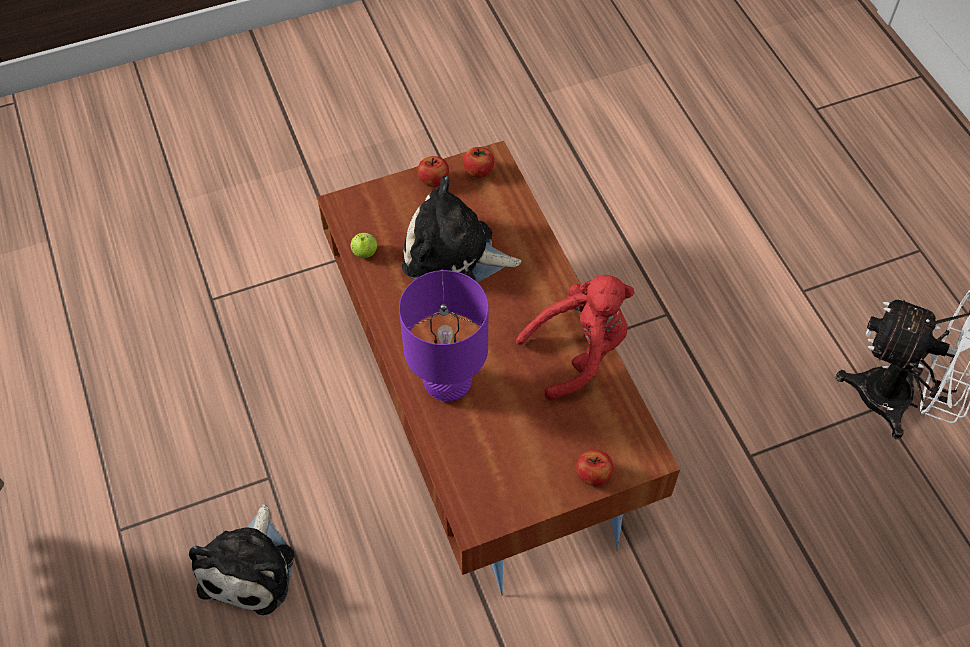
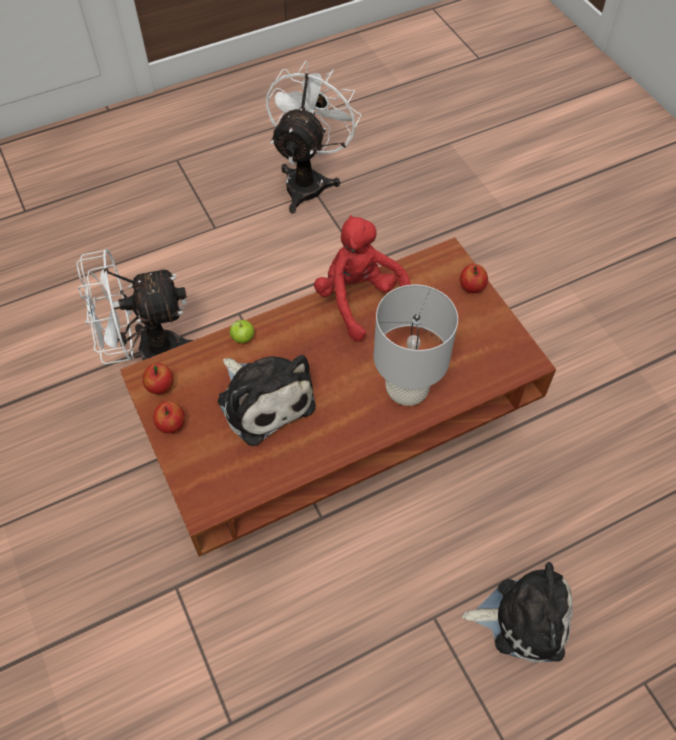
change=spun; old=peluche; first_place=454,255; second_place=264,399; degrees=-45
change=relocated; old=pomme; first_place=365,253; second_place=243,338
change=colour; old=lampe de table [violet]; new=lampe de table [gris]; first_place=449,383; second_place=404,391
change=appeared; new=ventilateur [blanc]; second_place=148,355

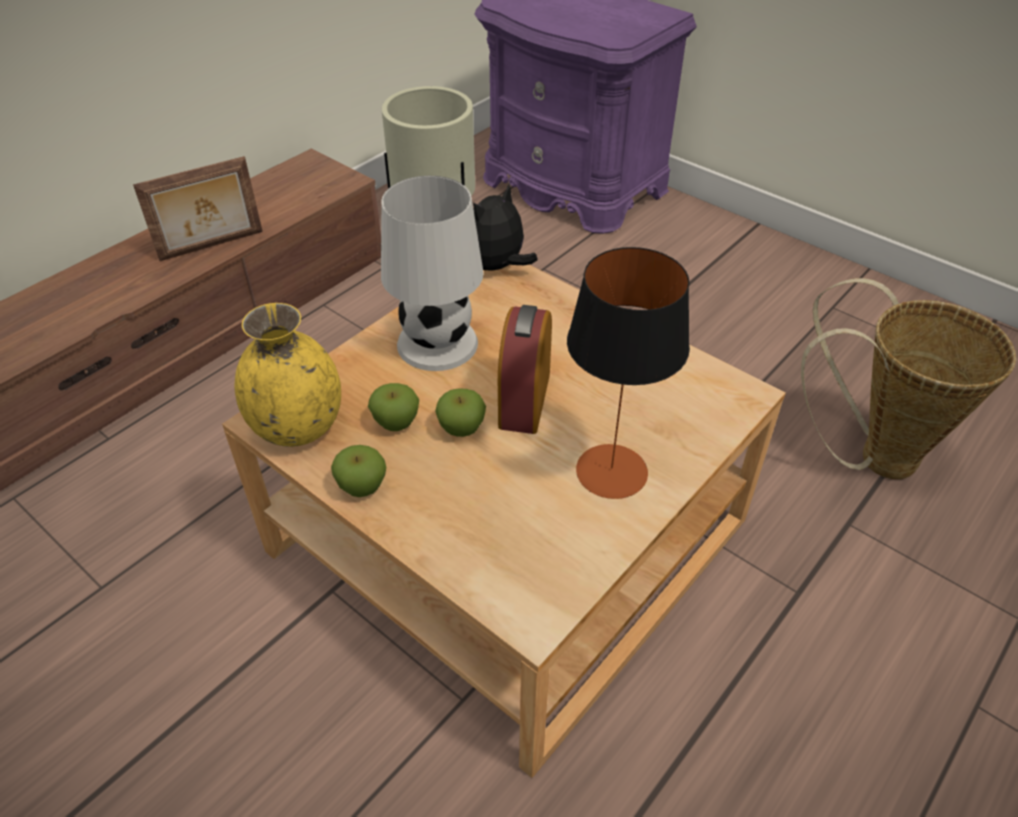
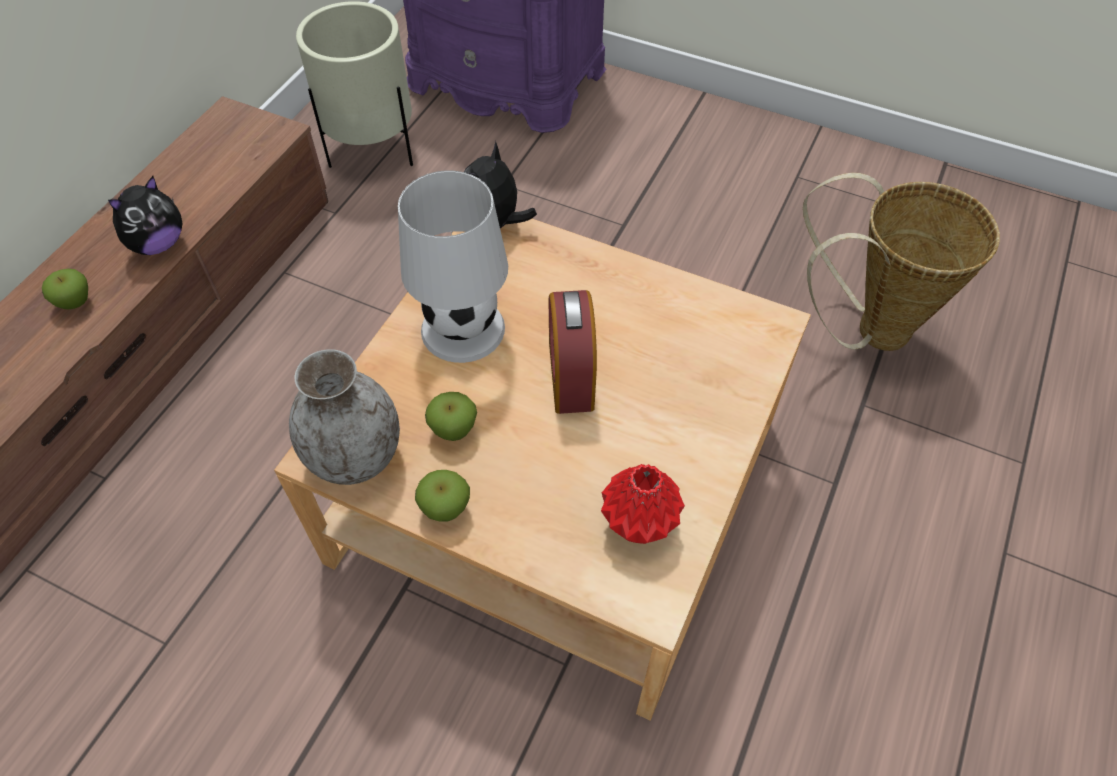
change=exchanged; old=cadre photo; new=peluche; first_place=212,246; second_place=158,244
change=missing; old=lampe de table; first_place=611,471
change=colour; old=vase [jaune]; new=vase [gris]; first_place=297,427; second_place=354,456
change=relocated; old=pomme; first_place=461,429; second_place=75,302
change=appeared; new=vase [rouge]; second_place=640,523

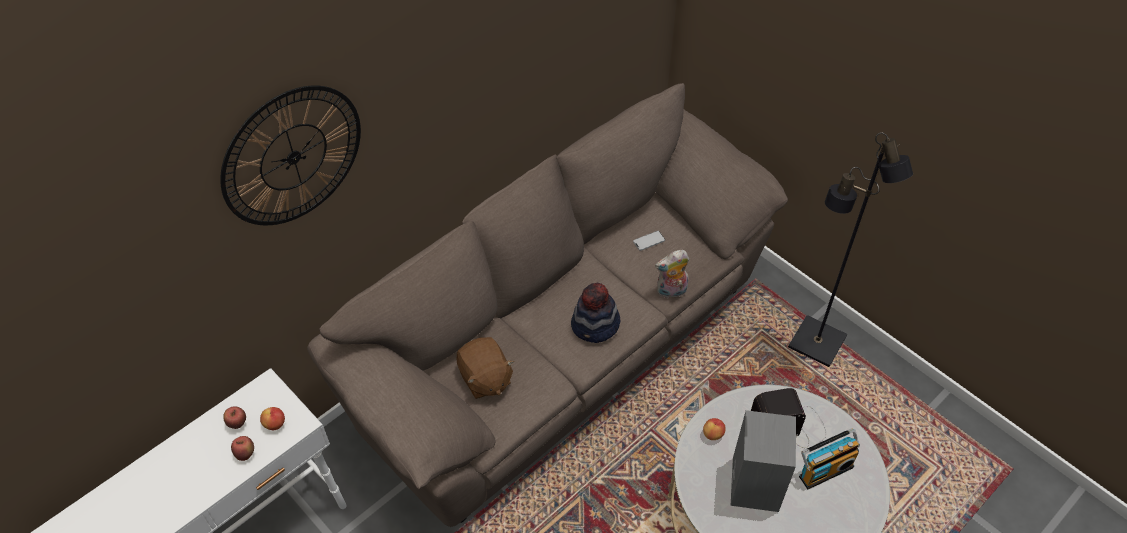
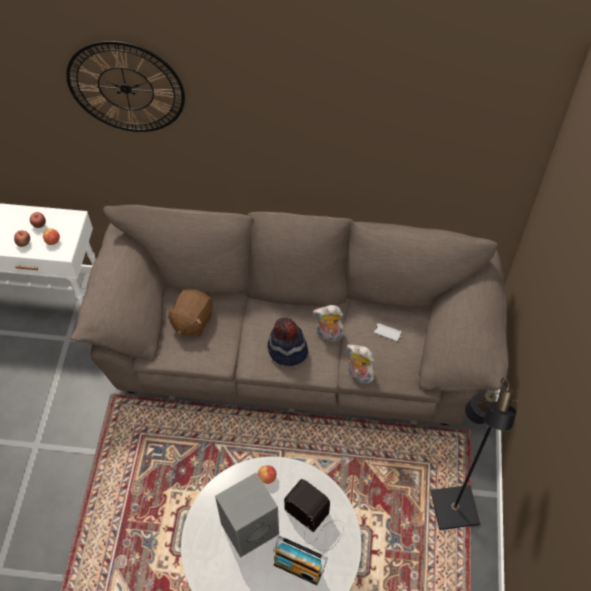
change=appeared; new=peluche; second_place=328,335

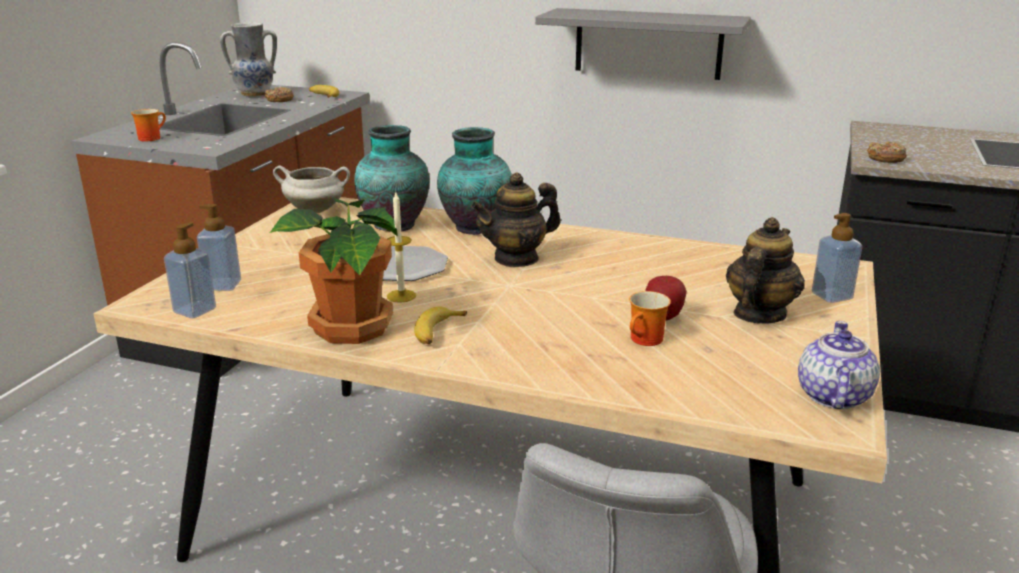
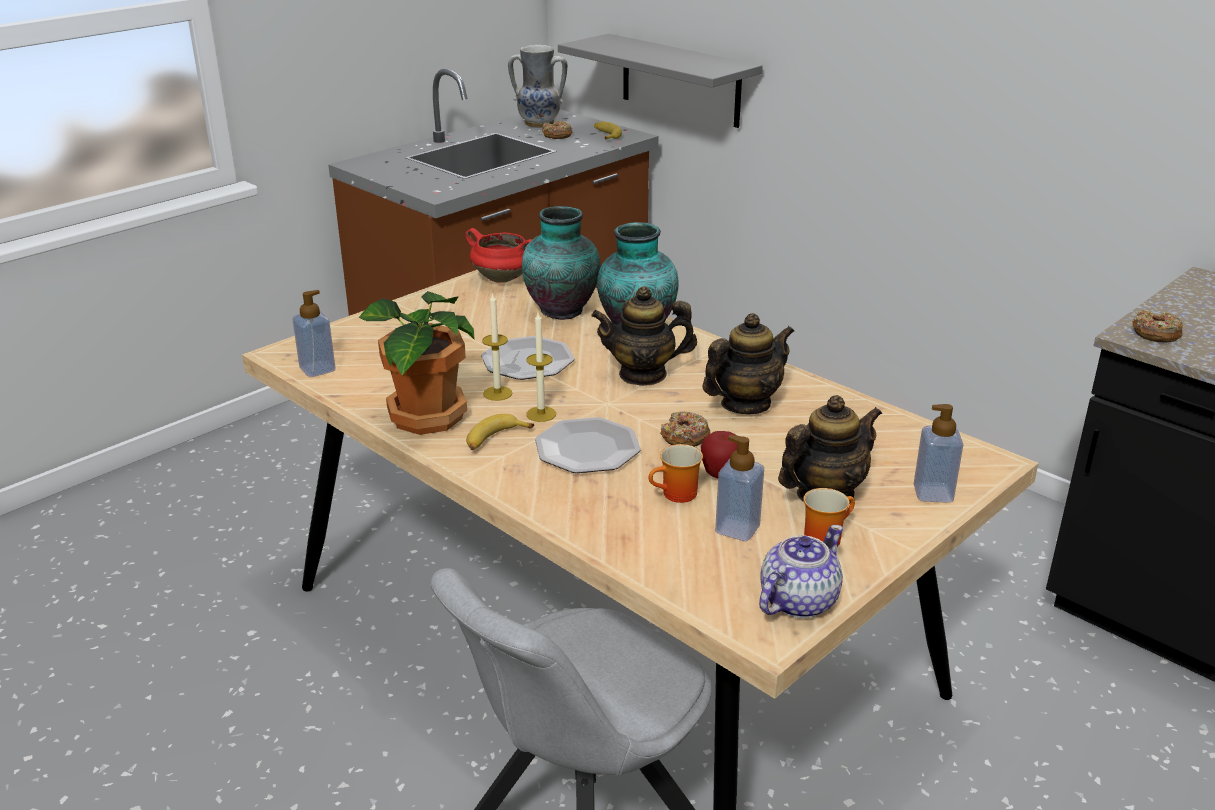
change=relocated; old=étagère [gris]; first_place=648,43; second_place=680,80
change=relocated; old=mug; first_place=150,138; second_place=823,537
change=colour; old=marmite [blanc]; new=marmite [rouge]; first_place=316,210; second_place=504,279
change=relocated; old=distributeur de savon; first_place=223,285; second_place=737,529
change=appeared; new=bougie; second_place=541,414
change=appeared; new=théière; second_place=745,404
change=appeared; new=beignet; second_place=684,437
change=appeared; new=assiette; second_place=587,448

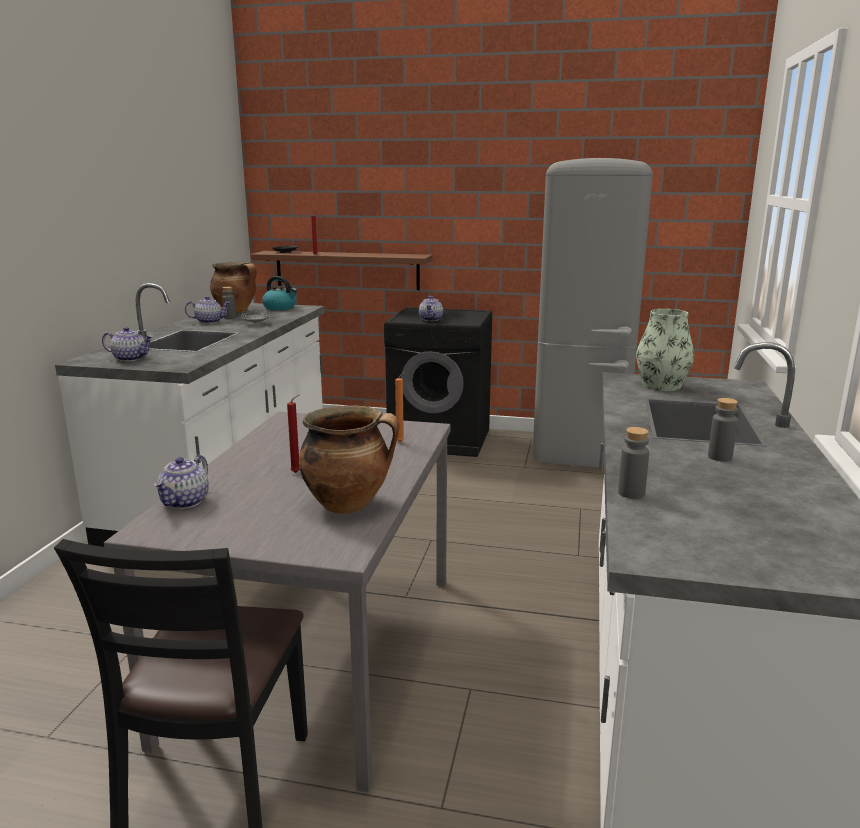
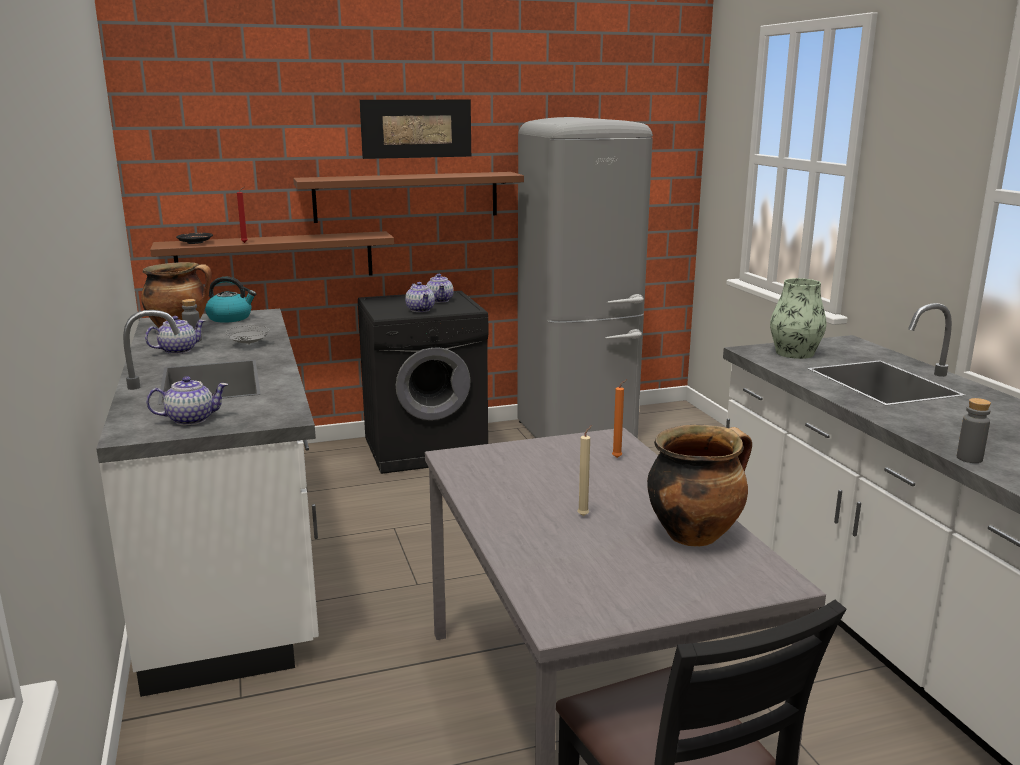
change=colour; old=bougie [rouge]; new=bougie [beige]; first_place=297,472; second_place=584,515
change=missing; old=bouteille [gris]; first_place=720,457
change=relocated; old=théière; first_place=185,502; second_place=440,300
change=appeared; new=tableau; second_place=416,128
change=appeared; new=étagère [marron]; second_place=407,196

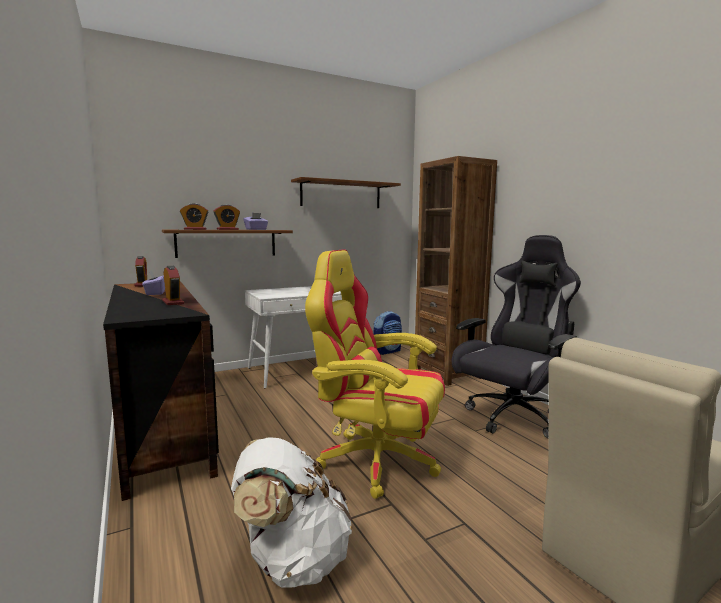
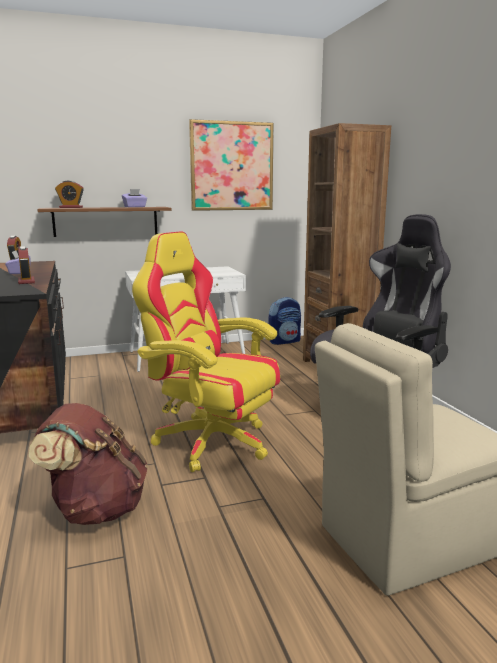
change=exchanged; old=étagère [marron]; new=tableau; first_place=341,194; second_place=232,166
change=missing; old=réveil; first_place=227,229
change=colour; old=sac à dos [blanc]; new=sac à dos [marron]; first_place=292,559; second_place=96,509

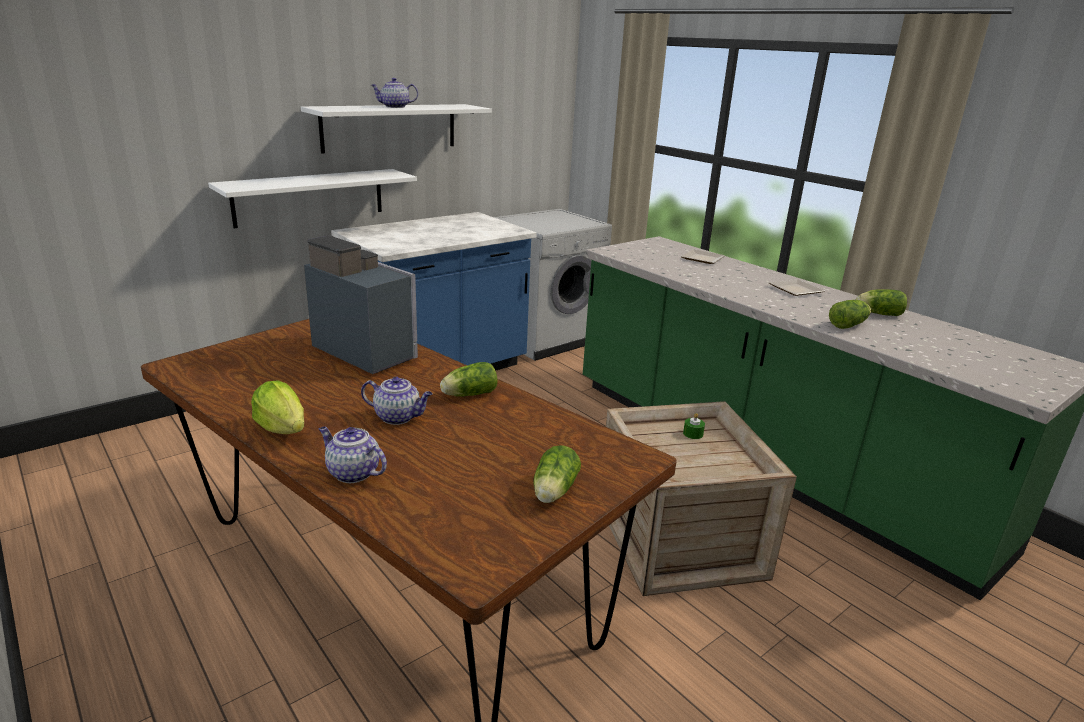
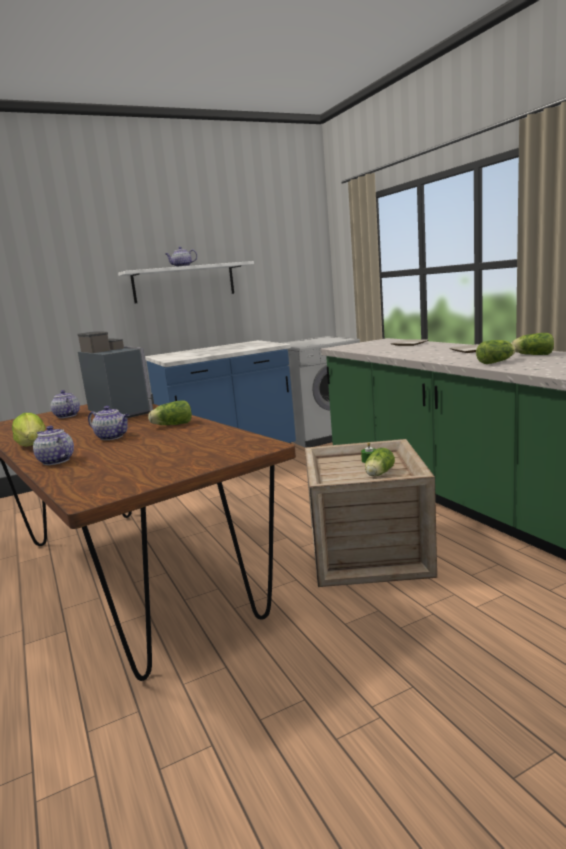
change=missing; old=étagère [blanc]; first_place=310,197
change=relocated; old=laitue; first_place=553,492; second_place=378,474
change=appeared; new=théière; second_place=66,416

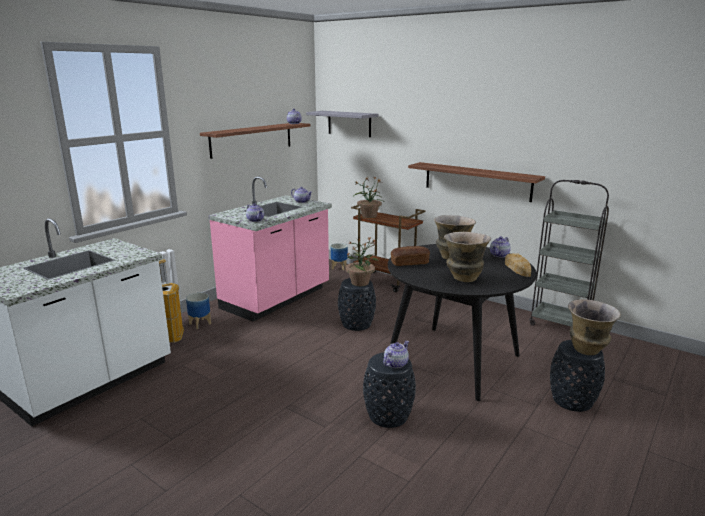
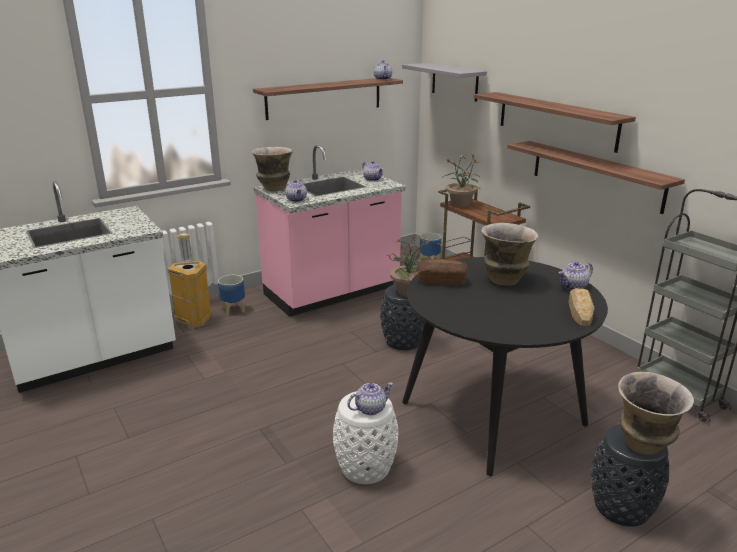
change=relocated; old=vase; first_place=463,278; second_place=274,189
change=colour; old=tabouret [noir]; new=tabouret [blanc]; first_place=388,416; second_place=365,467
change=appeared; new=étagère; second_place=556,120

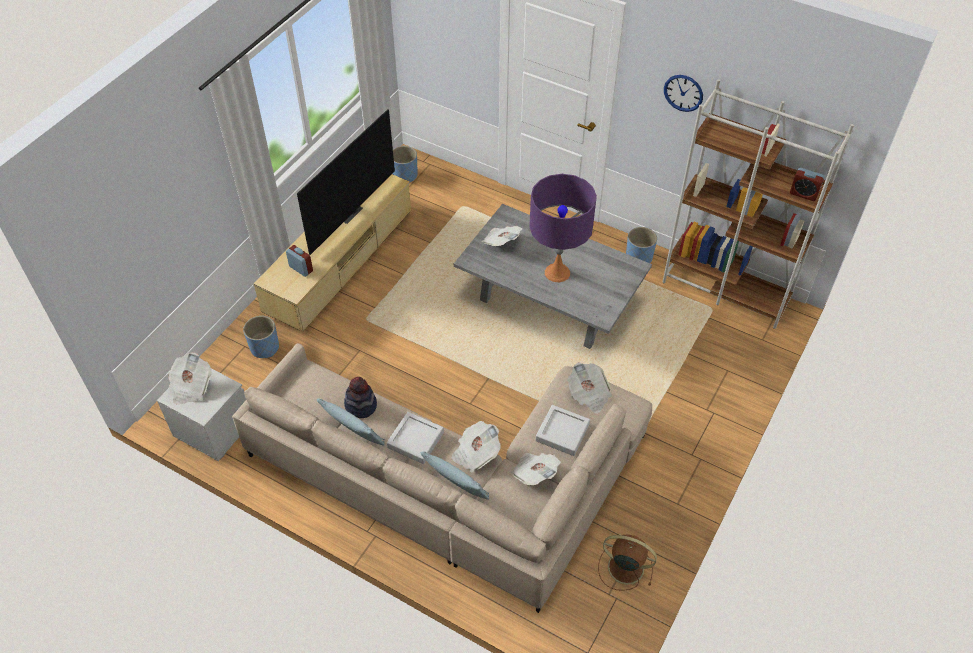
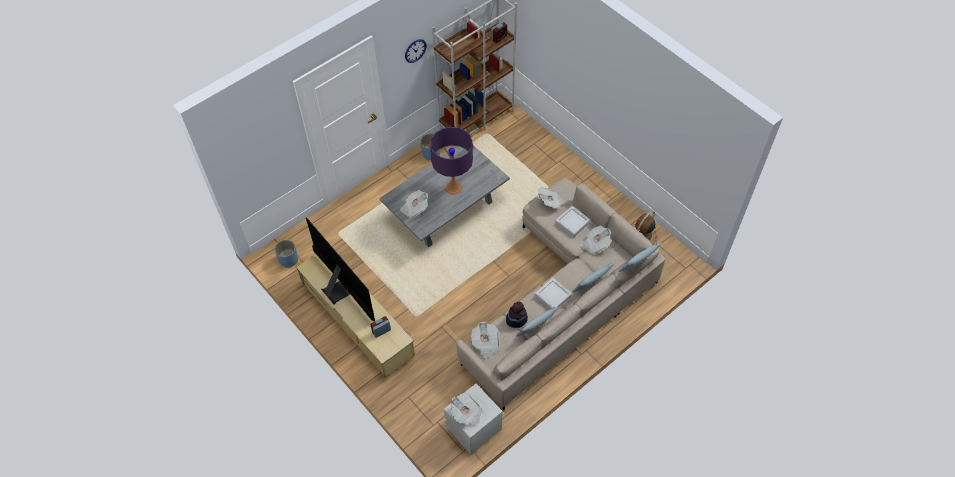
change=missing; old=cache-pot [bleu]; first_place=264,347
change=relocated; old=journal; first_place=475,453; second_place=485,344
change=appeared; new=coussin [bleu]; second_place=637,264

